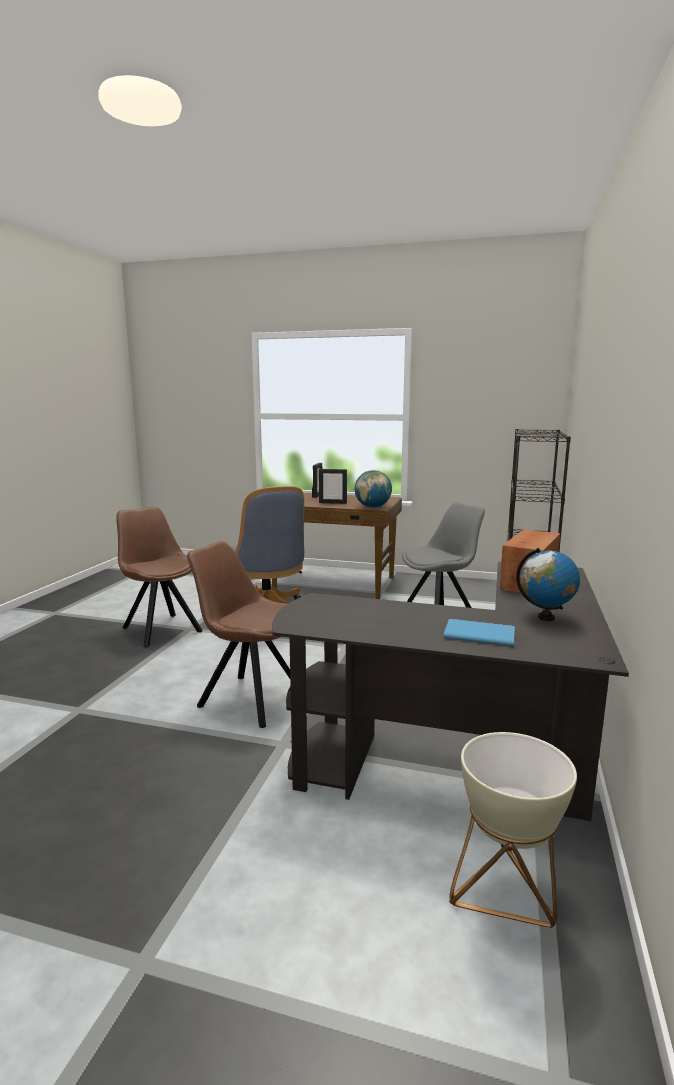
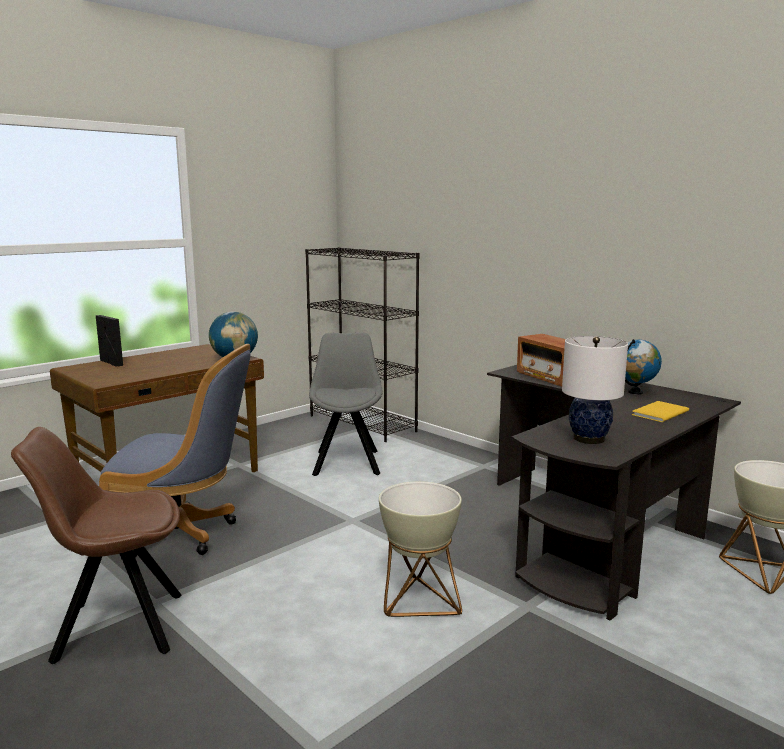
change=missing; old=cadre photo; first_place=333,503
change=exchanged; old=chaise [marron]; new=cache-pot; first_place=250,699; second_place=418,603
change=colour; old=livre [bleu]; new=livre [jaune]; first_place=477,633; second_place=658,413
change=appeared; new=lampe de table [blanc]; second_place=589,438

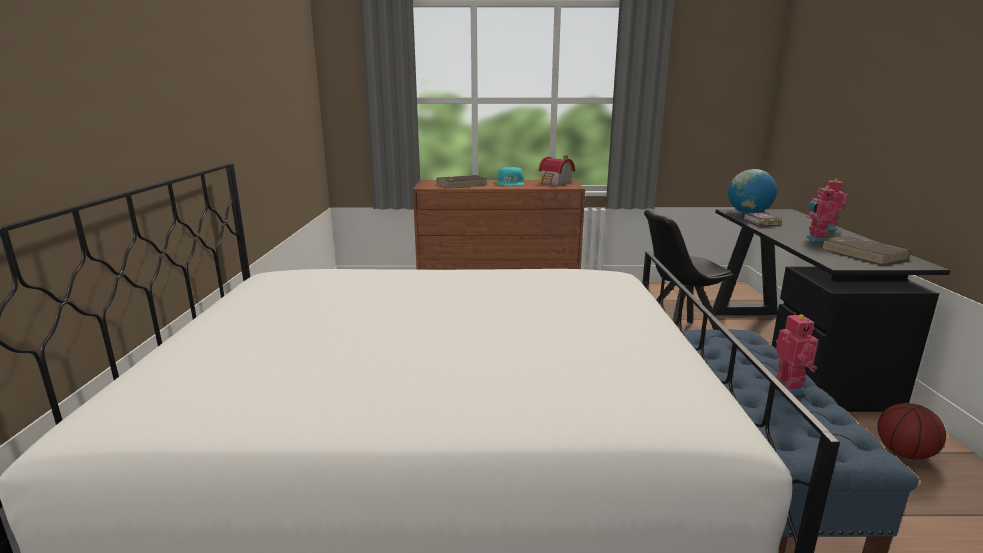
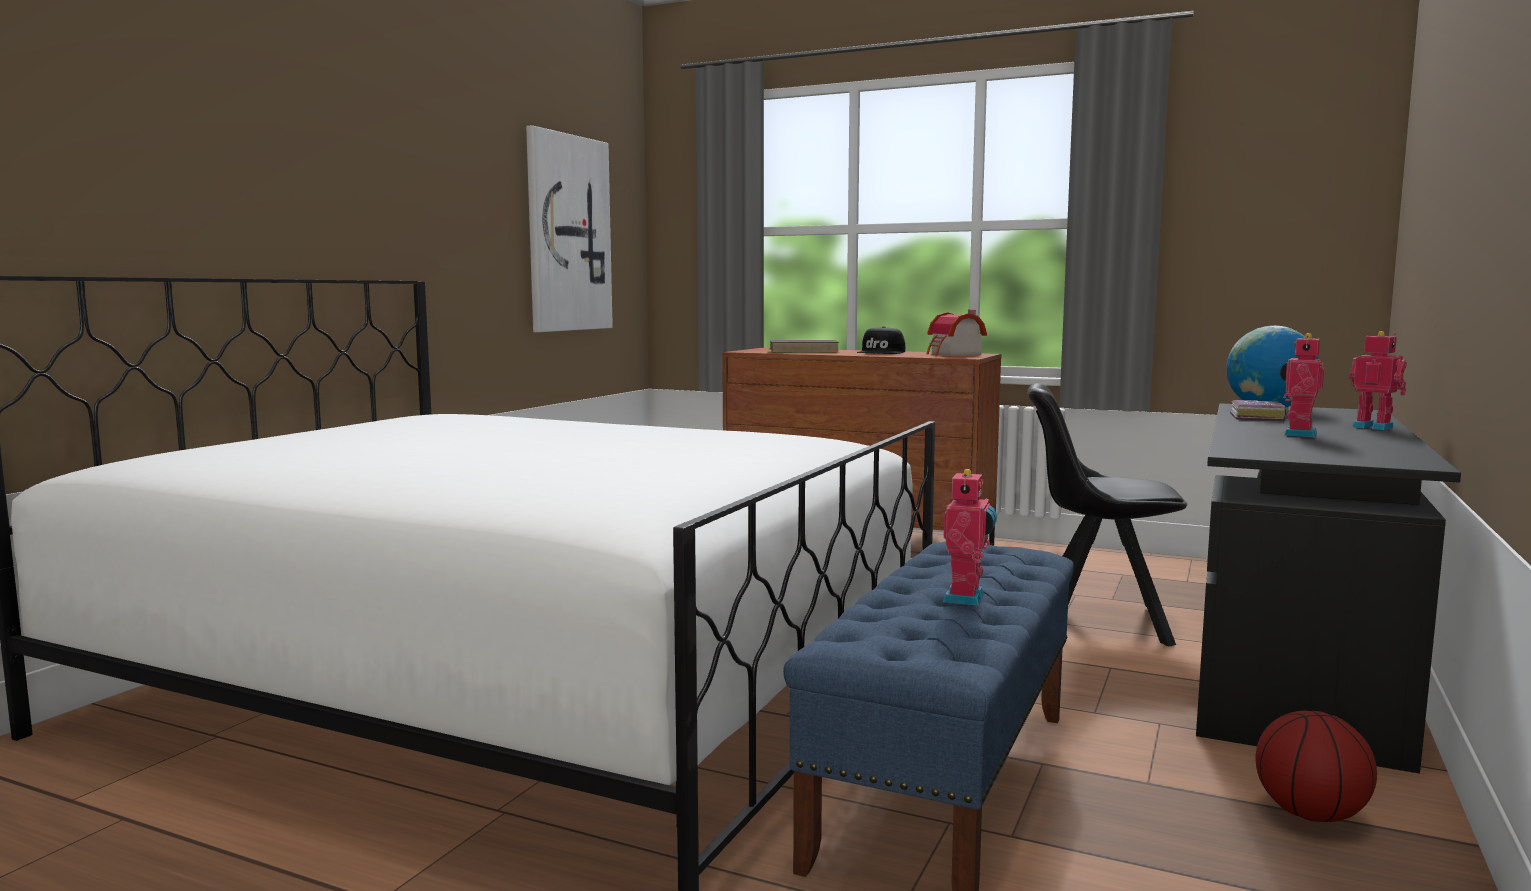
change=colour; old=casquette [turquoise]; new=casquette [noir]; first_place=511,183; second_place=882,352
change=missing; old=livre [marron]; first_place=864,253
change=appeared; new=tableau; second_place=567,233

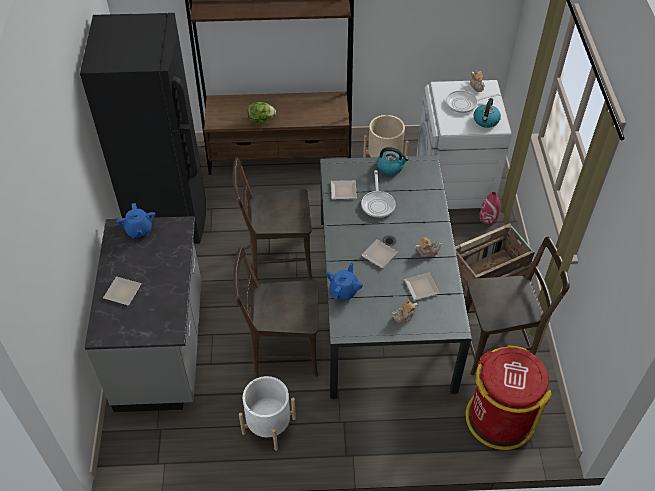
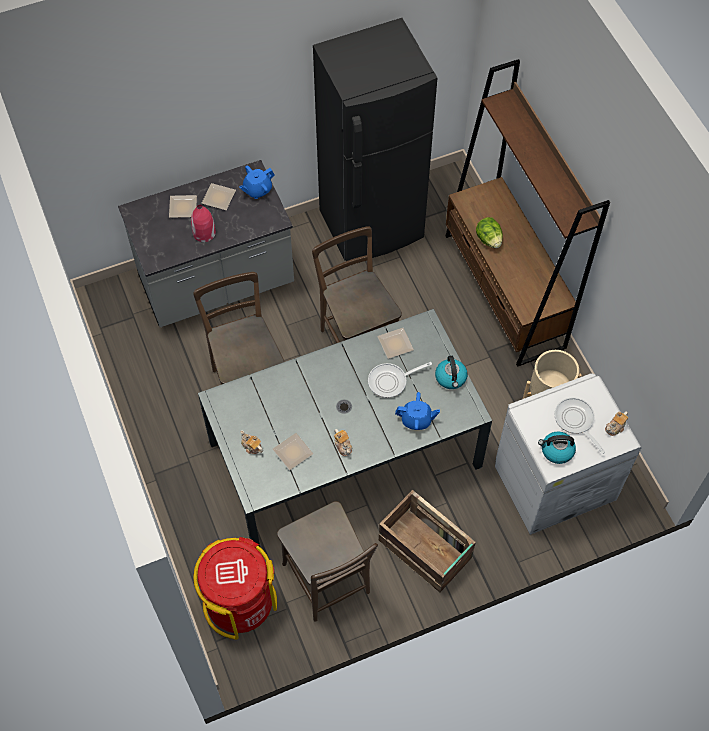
change=relocated; old=vase [rouge]; first_place=488,217; second_place=204,233
change=relocated; old=assiette; first_place=380,255; second_place=219,199
change=relocated; old=théière [bleu]; first_place=344,291; second_place=416,420
change=missing; old=cache-pot [blanc]; first_place=269,425

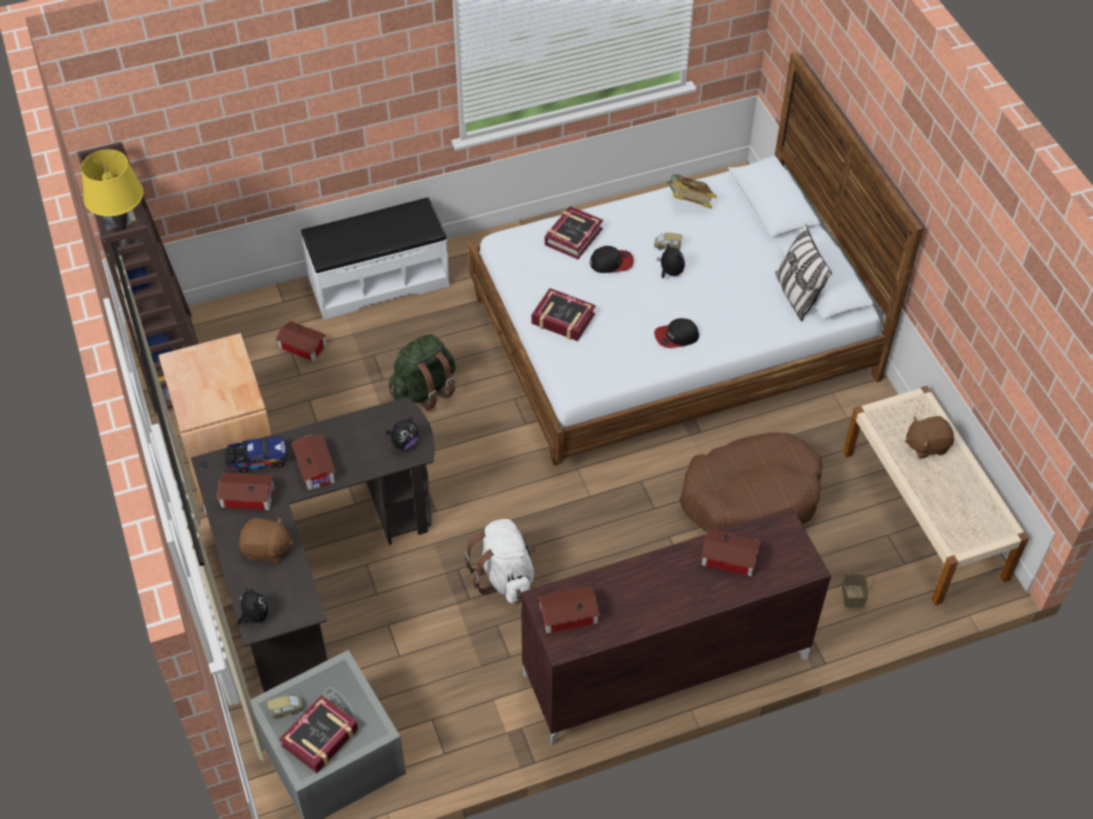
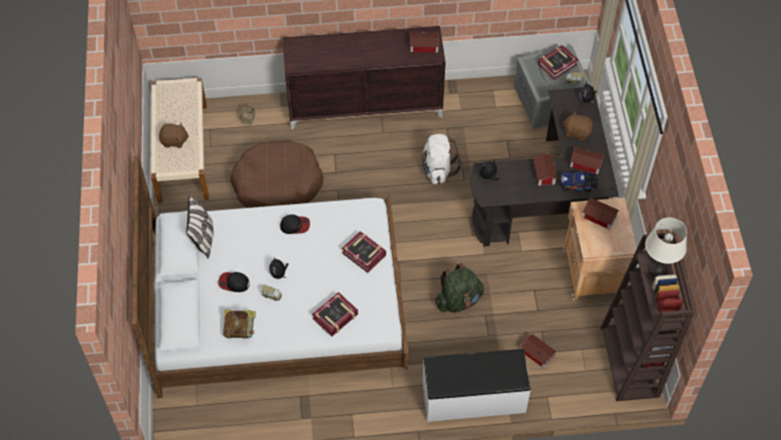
change=colour; old=lampe de table [jaune]; new=lampe de table [blanc]; first_place=127,241; second_place=657,269
change=relocated; old=casquette; first_place=611,262; second_place=234,283
change=relocated; old=maison miniature; first_place=730,560; second_place=598,216

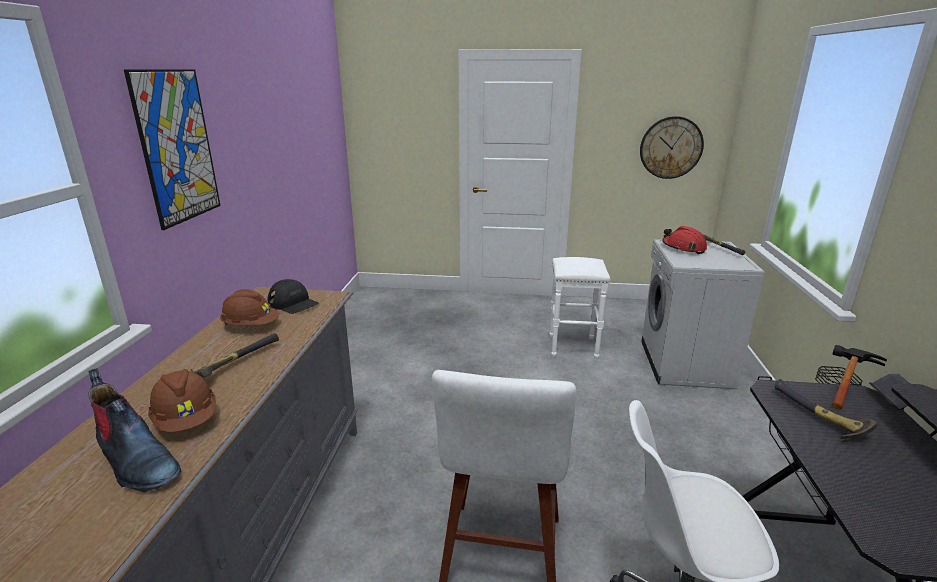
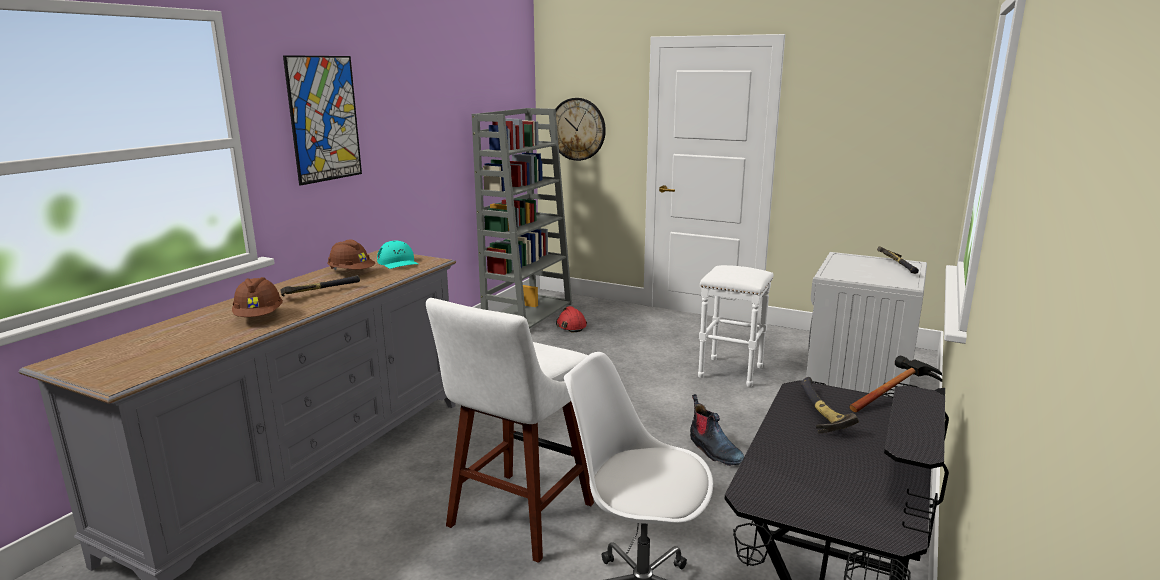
change=relocated; old=horloge murale; first_place=671,147; second_place=577,129
change=relocated; old=casque de chantier [rouge]; first_place=683,248; second_place=571,326
change=colour; old=casquette [noir]; new=casquette [turquoise]; first_place=293,303; second_place=398,262
change=relocated; old=botte; first_place=137,462; second_place=714,451
change=appeared; new=bibliothèque [gris]; second_place=528,313

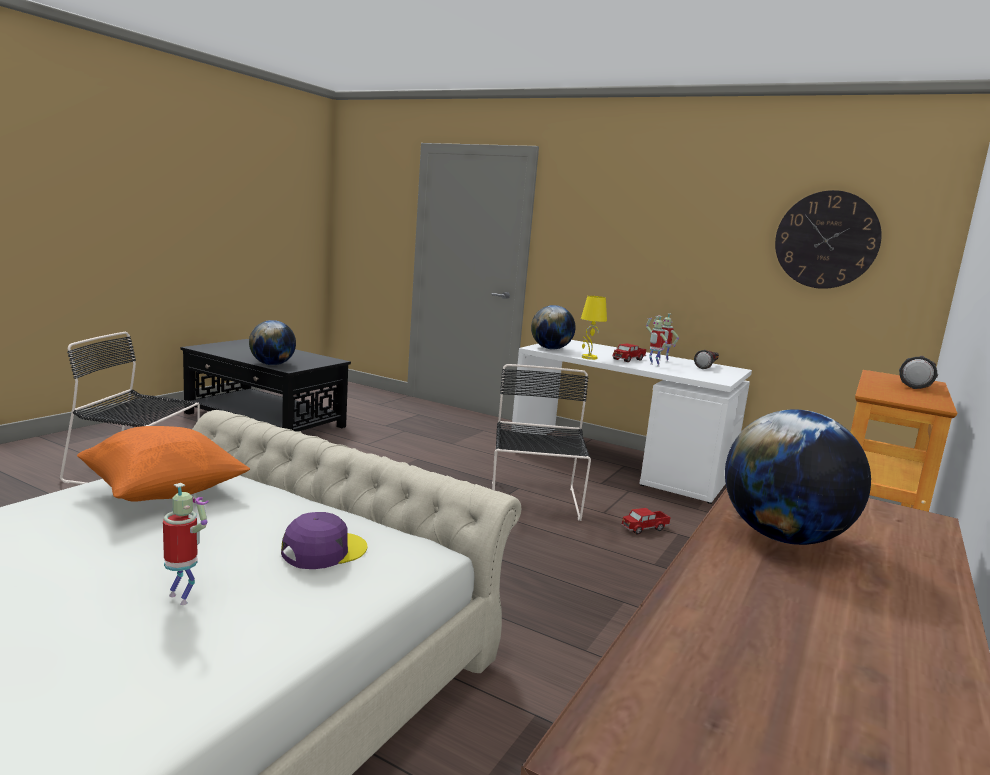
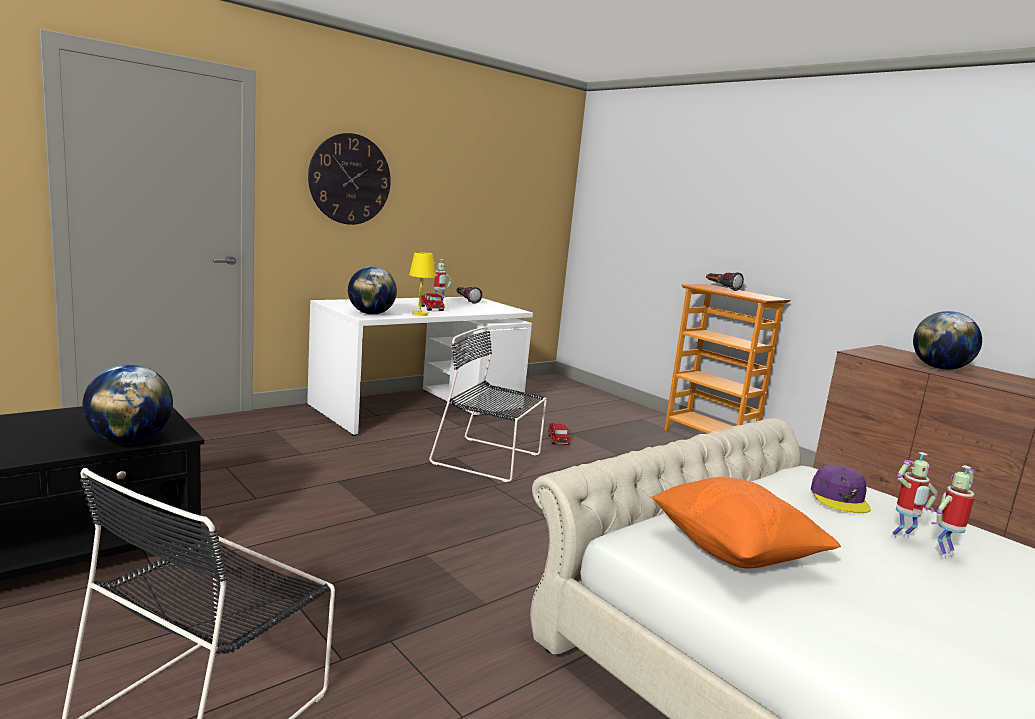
change=relocated; old=horloge murale; first_place=826,240; second_place=350,179
change=relocated; old=robot jouet; first_place=653,365; second_place=901,538
change=spun; old=casquette [violet]; first_place=323,551; second_place=840,498; degrees=-150

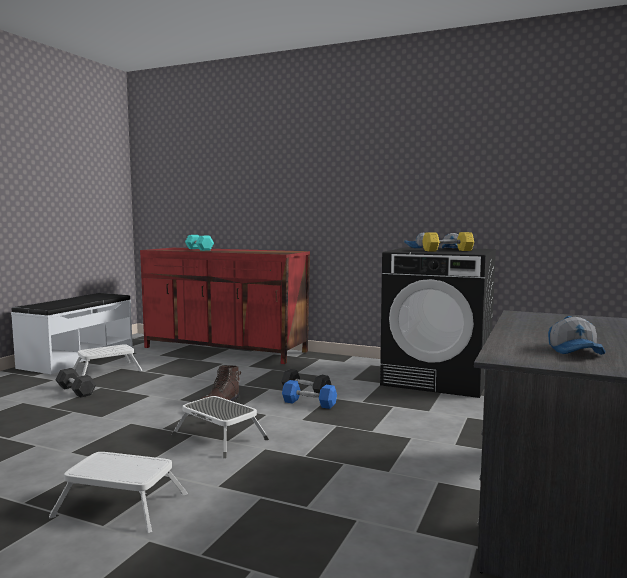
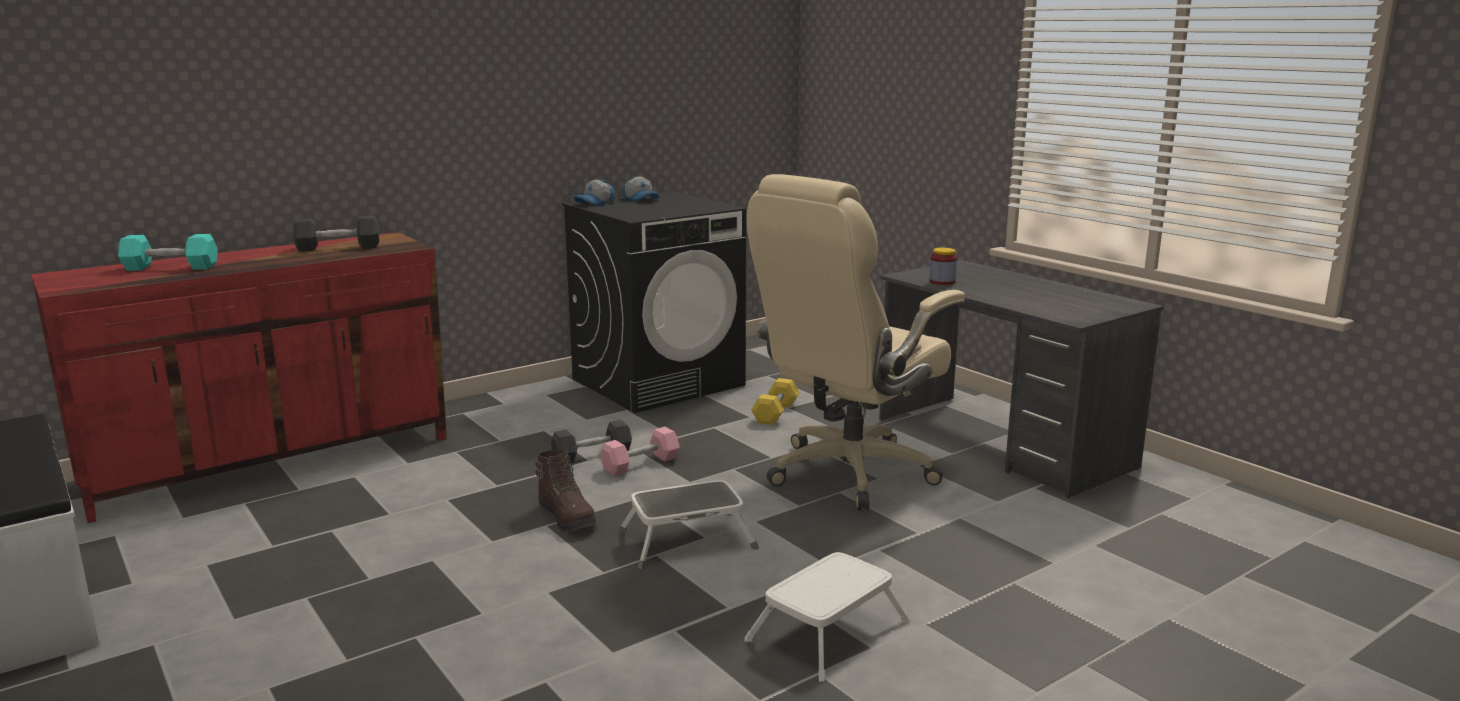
change=relocated; old=haltère [jaune]; first_place=447,250; second_place=775,413
change=missing; old=casquette; first_place=576,351
change=missing; old=escabeau [blanc]; first_place=107,371
change=relocated; old=haltère [gris]; first_place=76,391; second_place=338,247
change=colour; old=haltère [bleu]; new=haltère [rose]; first_place=309,403; second_place=640,464
change=appeared; new=chaise de bureau [beige]; second_place=848,474
change=appeared; new=bocal; second_place=942,282

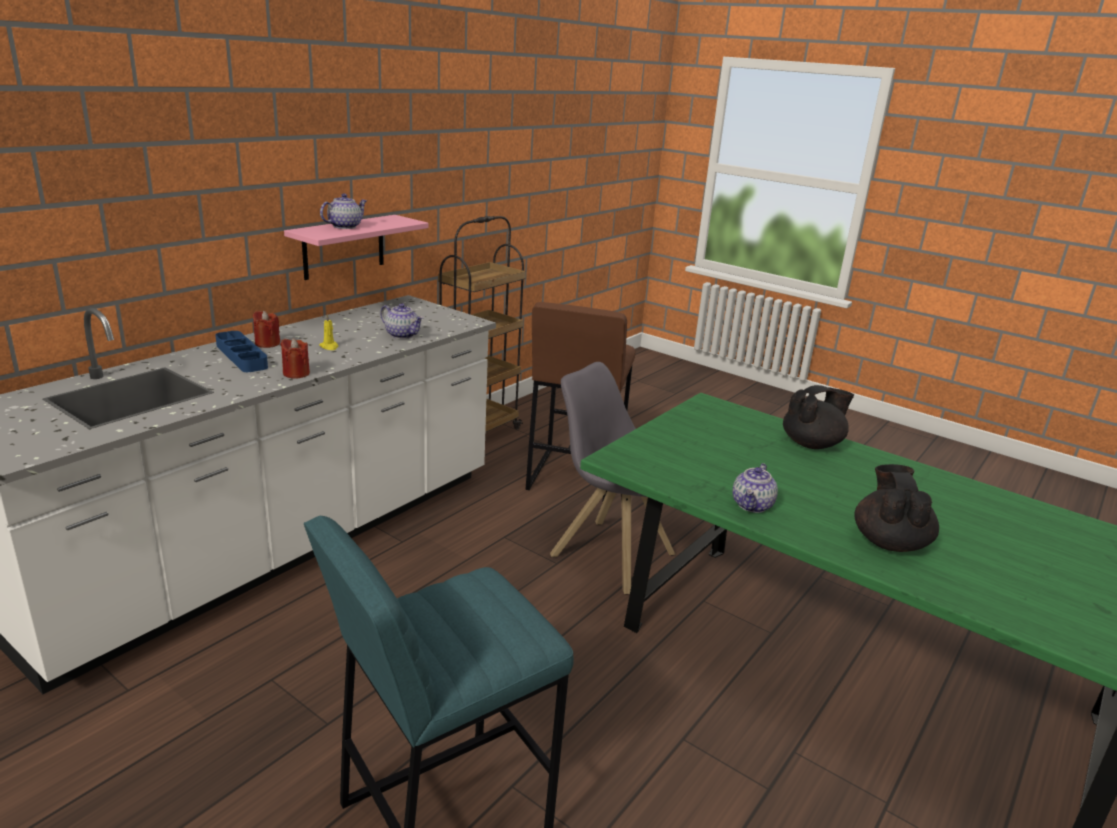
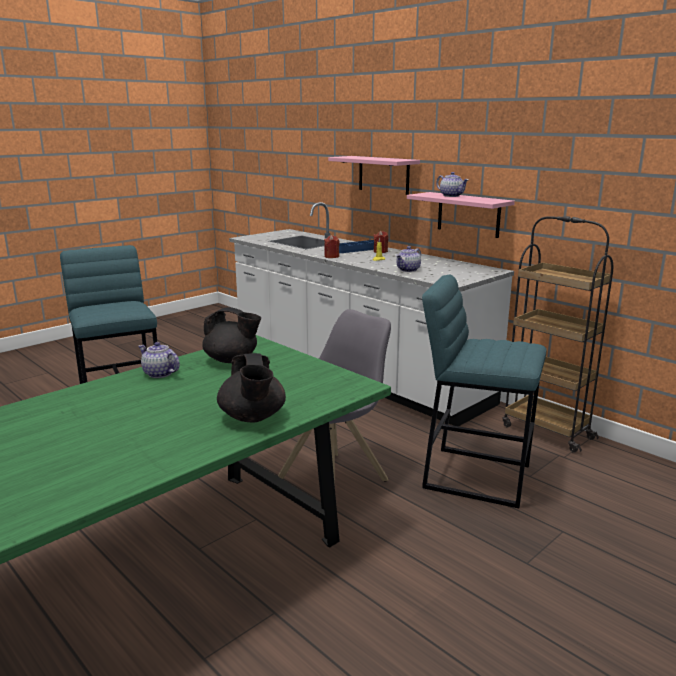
change=colour; old=tabouret [marron]; new=tabouret [turquoise]; first_place=574,477; second_place=473,476
change=relocated; old=théière [noir]; first_place=889,542; second_place=232,360
change=appeared; new=étagère [rose]; second_place=383,175

